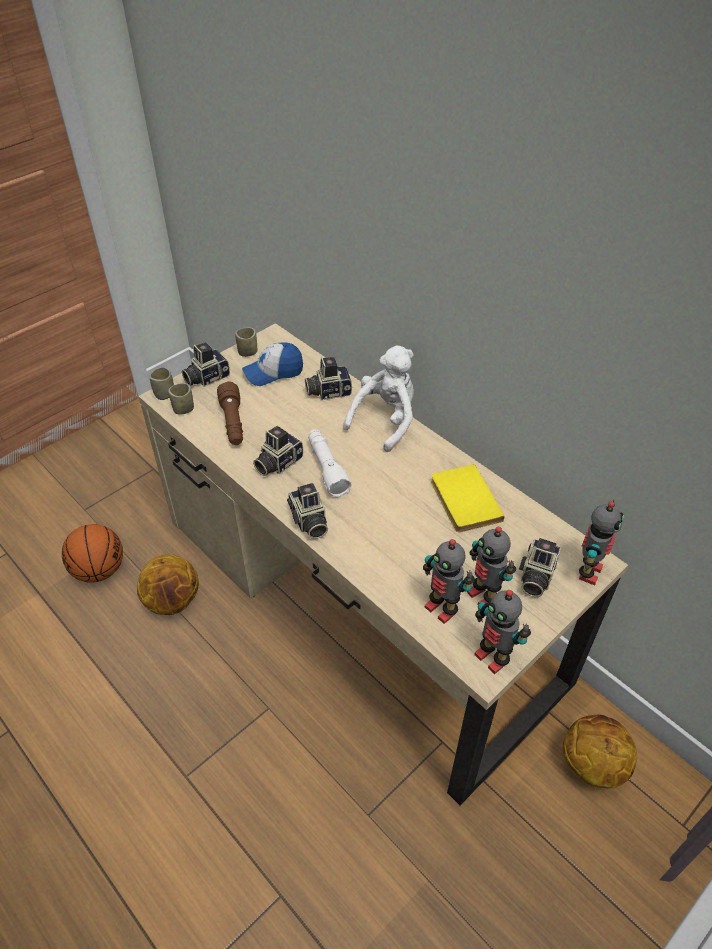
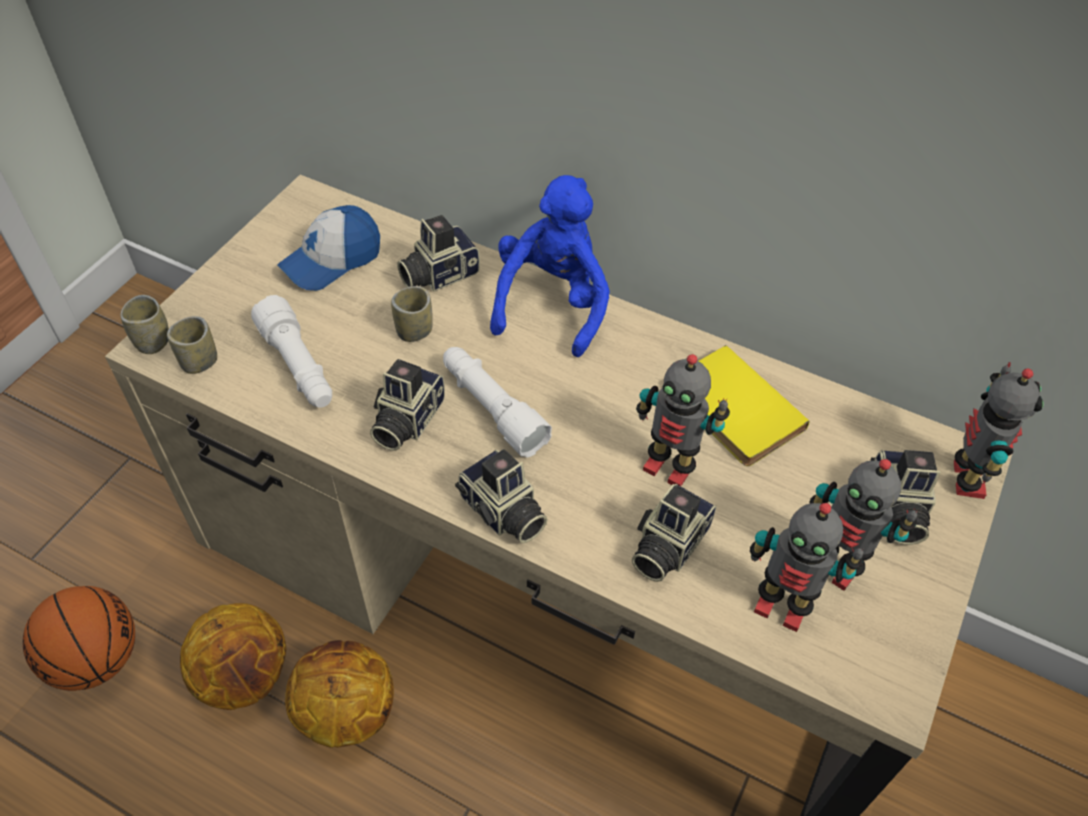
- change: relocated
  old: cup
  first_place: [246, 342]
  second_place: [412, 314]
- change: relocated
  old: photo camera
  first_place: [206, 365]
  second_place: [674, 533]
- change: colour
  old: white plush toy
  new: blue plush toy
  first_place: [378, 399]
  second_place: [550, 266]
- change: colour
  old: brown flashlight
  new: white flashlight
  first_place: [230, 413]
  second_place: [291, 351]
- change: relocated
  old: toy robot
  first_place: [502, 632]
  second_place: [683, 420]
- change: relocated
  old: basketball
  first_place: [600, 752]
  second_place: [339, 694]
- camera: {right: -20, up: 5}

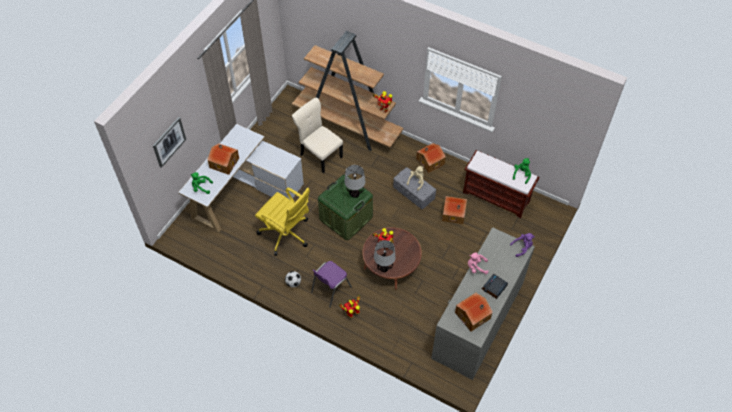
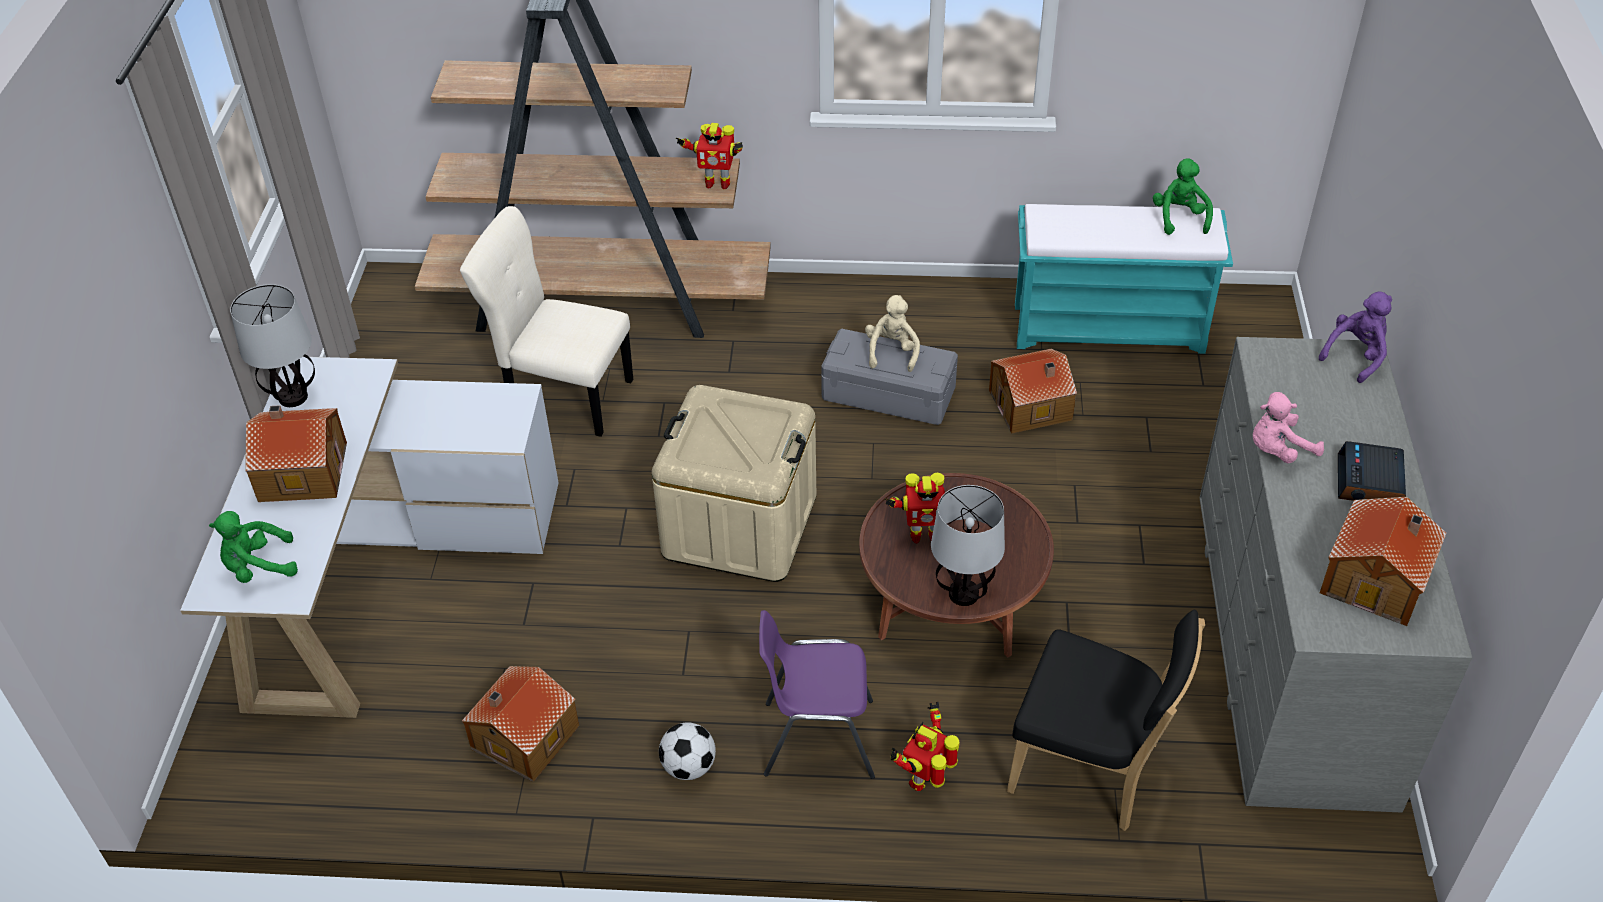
- change: missing
  old: picture
  first_place: [169, 142]
- change: relocated
  old: toy house
  first_place: [431, 158]
  second_place: [520, 724]
- change: colour
  old: brown bench
  new: turquoise bench
  first_place: [501, 184]
  second_place: [1124, 279]
- change: relocated
  old: table lamp
  first_place: [354, 181]
  second_place: [272, 345]
- change: colour
  old: green storage box
  new: beige storage box
  first_place: [345, 207]
  second_place: [734, 483]
- change: missing
  old: yellow office chair
  first_place: [282, 221]
- change: spun
  old: purple chair
  first_place: [331, 284]
  second_place: [817, 694]
  degrees: 75
- change: appeared
  new: black chair
  second_place: [1106, 720]
- camera: {right: -25, up: -10}

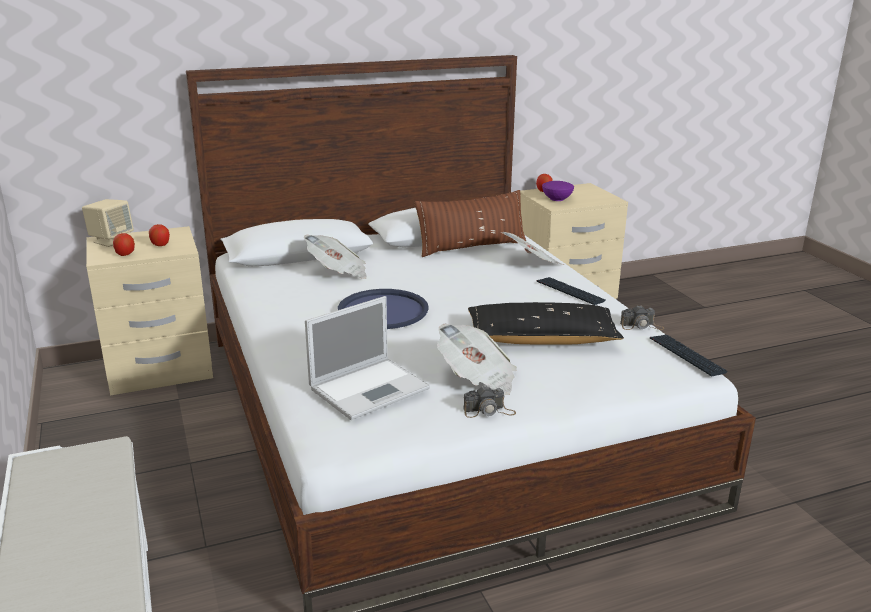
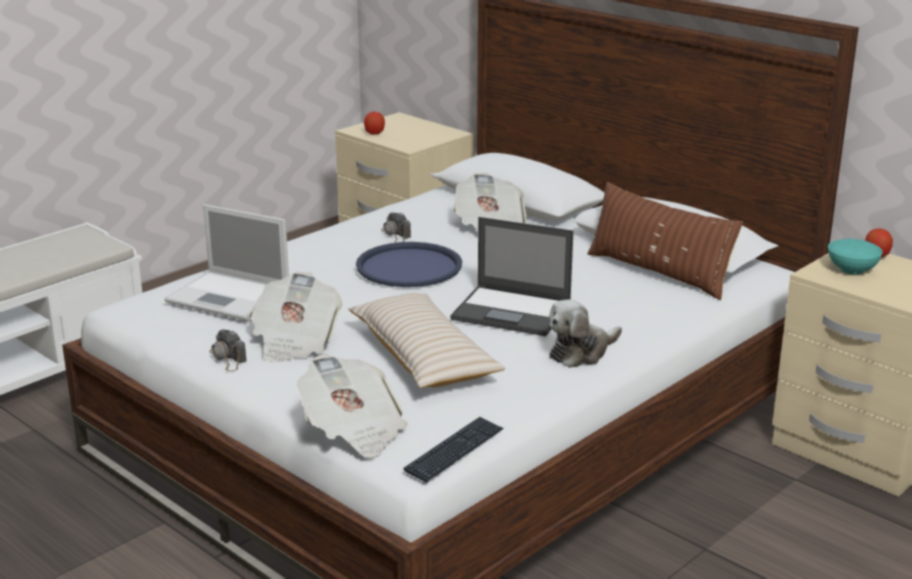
- change: colour
  old: purple bowl
  new: turquoise bowl
  first_place: [558, 191]
  second_place: [855, 257]
- change: missing
  old: beige speaker
  first_place: [108, 223]
- change: missing
  old: apple
  first_place: [159, 235]
- change: relocated
  old: newspaper
  first_place: [532, 248]
  second_place: [352, 406]
- change: exchanged
  old: keyboard
  new: plush toy
  first_place: [570, 291]
  second_place: [585, 334]
- change: colour
  old: black pillow
  new: beige pillow
  first_place: [546, 323]
  second_place: [426, 340]
- change: relocated
  old: photo camera
  first_place: [642, 318]
  second_place: [396, 227]
- change: appeared
  new: laptop
  second_place: [511, 276]
- camera: {right: 65, up: 0}

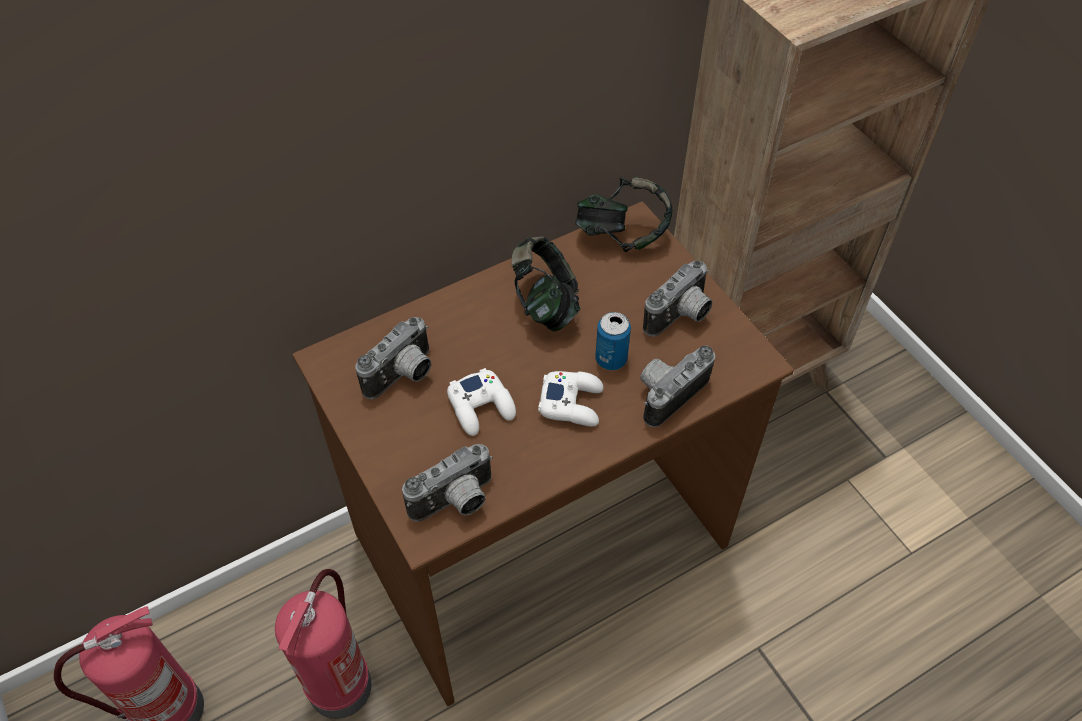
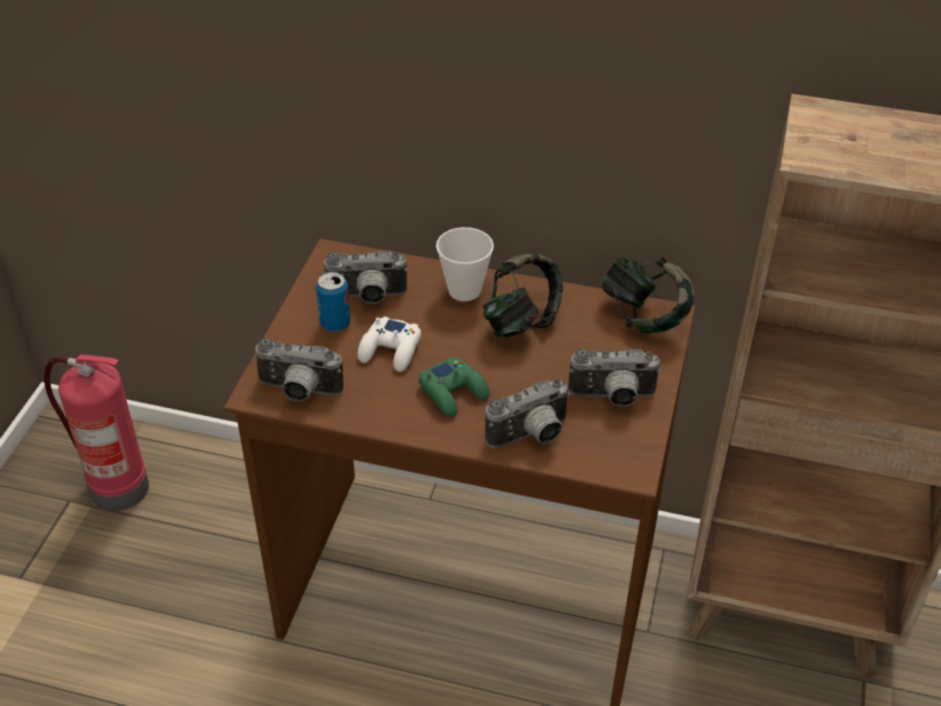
- change: relocated
  old: can
  first_place: [613, 341]
  second_place: [333, 302]
- change: spun
  old: photo camera
  first_place: [677, 386]
  second_place: [527, 413]
  degrees: 150
- change: colour
  old: white game controller
  new: green game controller
  first_place: [571, 398]
  second_place: [454, 386]
- change: missing
  old: fire extinguisher
  first_place: [323, 644]
- change: appeared
  new: cup
  second_place: [465, 264]
- camera: {right: 45, up: -10}

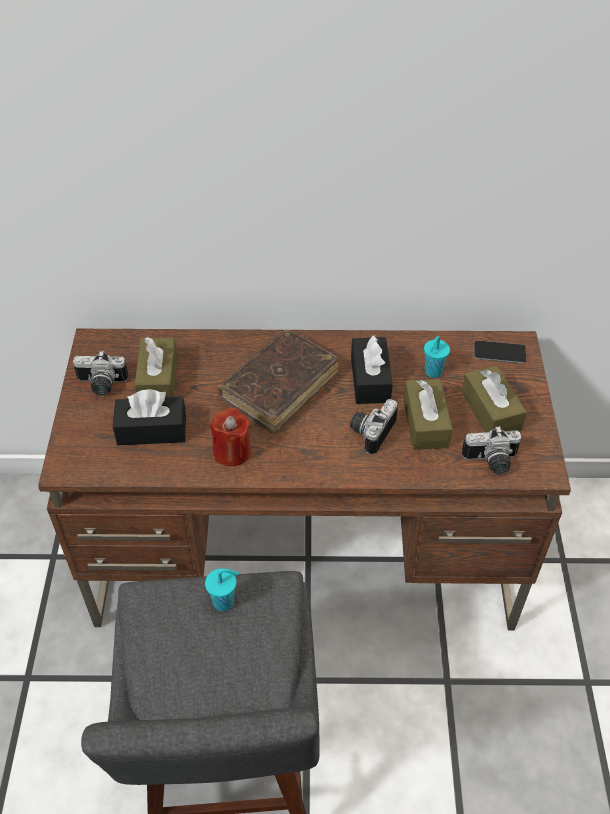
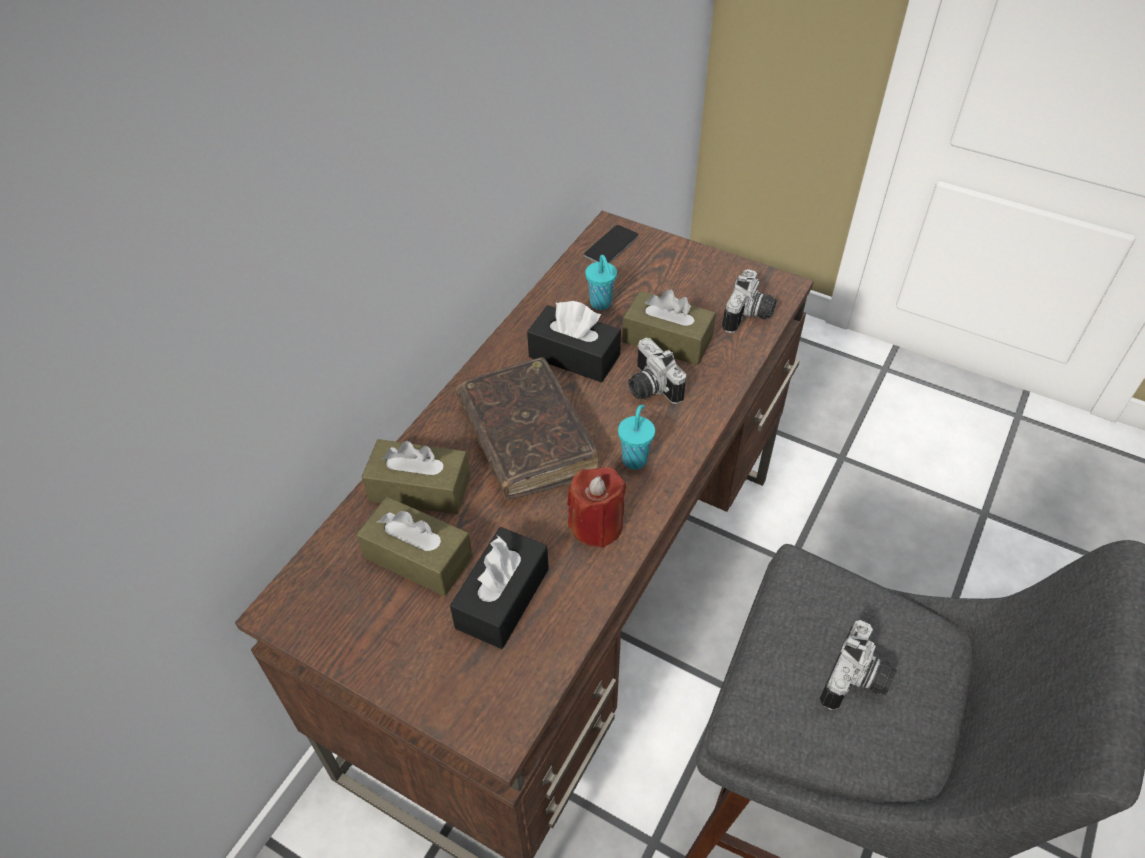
- change: relocated
  old: photo camera
  first_place: [101, 373]
  second_place: [858, 665]
- change: relocated
  old: brown tissue box
  first_place: [494, 398]
  second_place: [416, 476]
- change: relocated
  old: turquoise cup
  first_place: [222, 590]
  second_place: [636, 437]
- camera: {right: -60, up: 0}

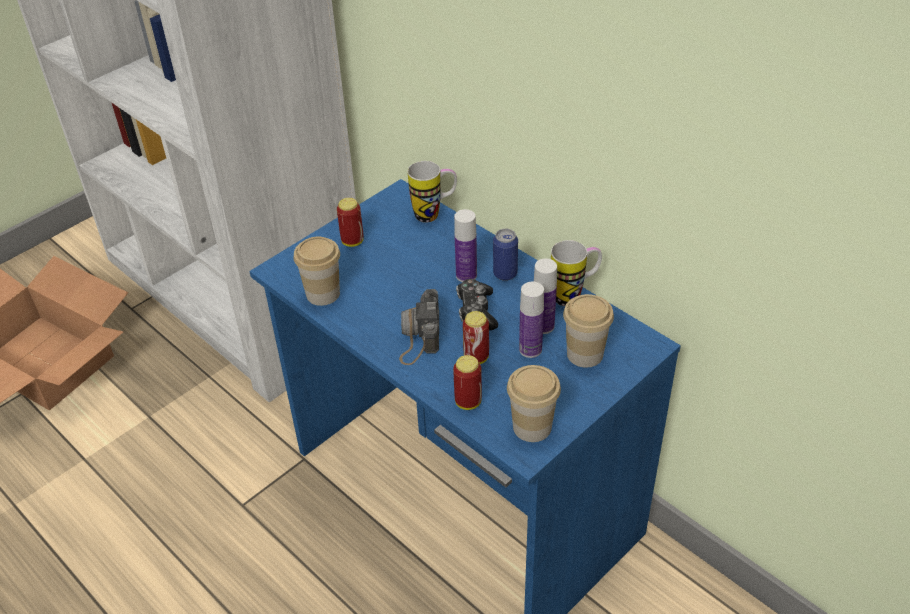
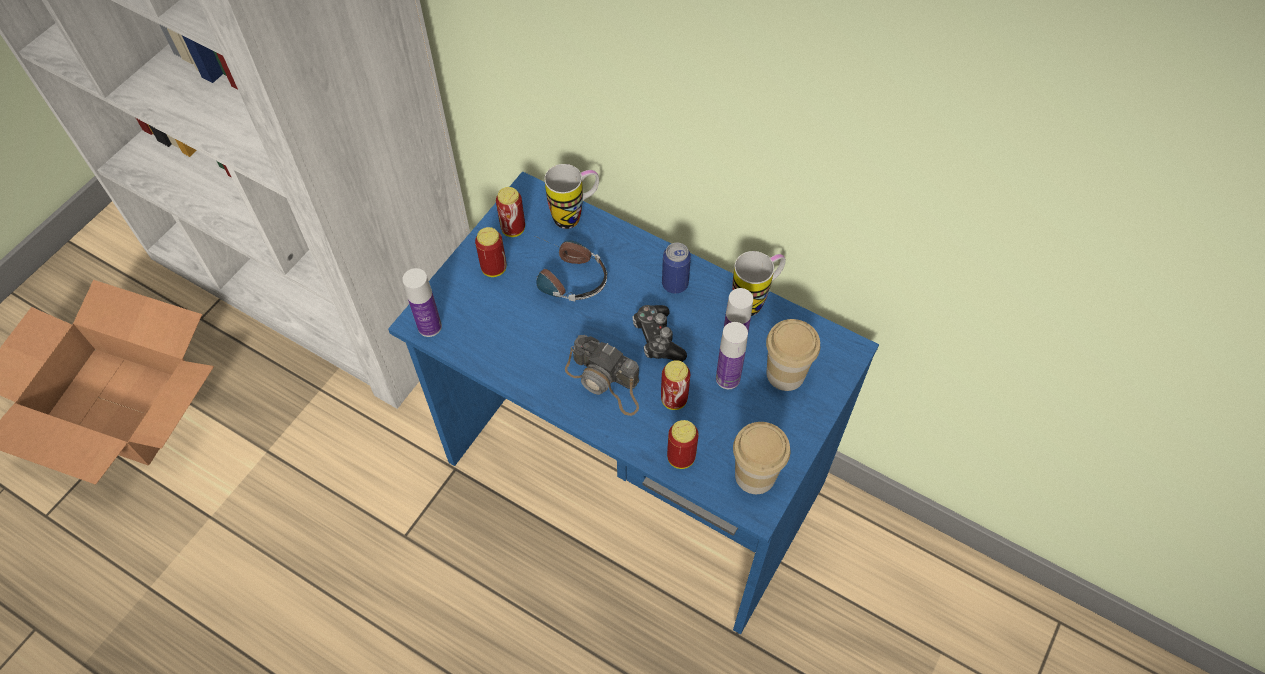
- change: relocated
  old: bottle
  first_place: [465, 245]
  second_place: [422, 302]
- change: missing
  old: cup
  first_place: [317, 271]
- change: spun
  old: photo camera
  first_place: [419, 327]
  second_place: [602, 375]
  degrees: -45
- change: appeared
  new: can
  second_place: [510, 212]
- change: appeared
  new: headphones
  second_place: [571, 268]
- camera: {right: -15, up: 15}

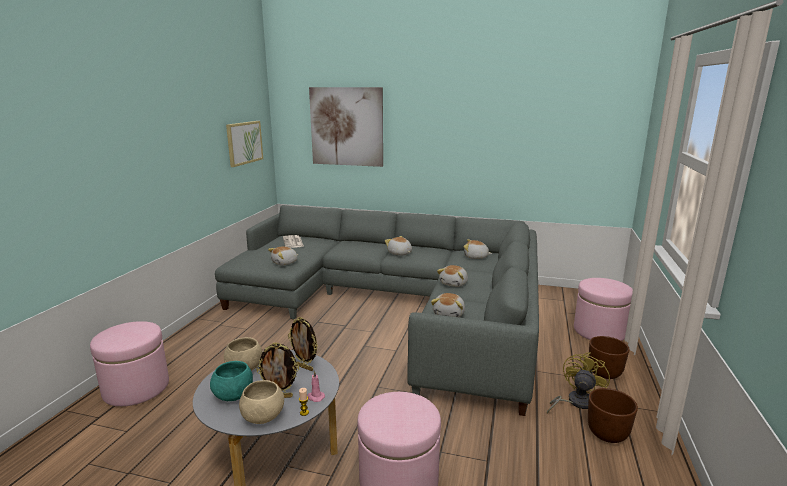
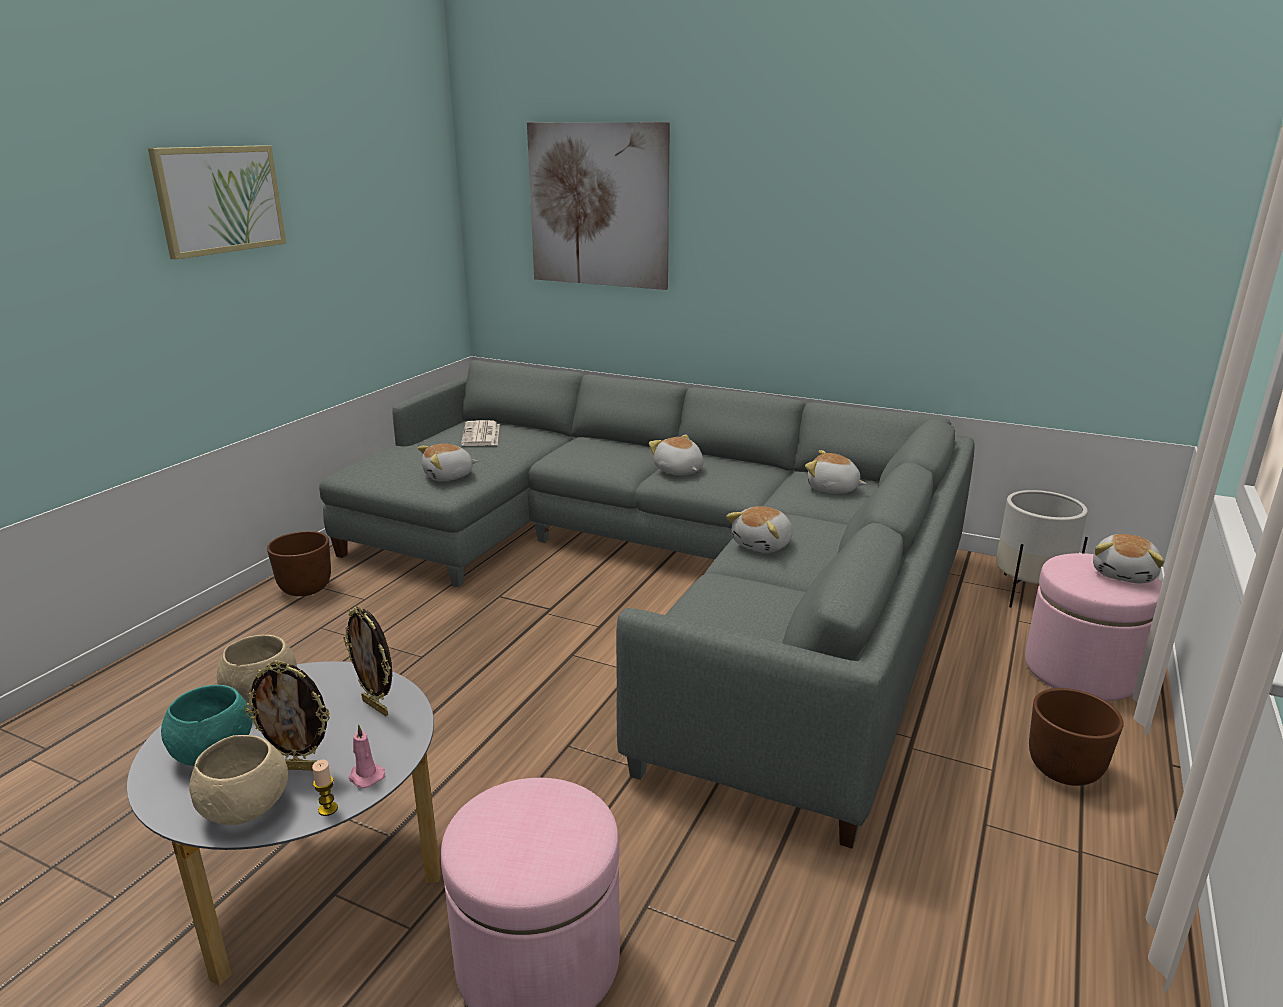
- change: relocated
  old: picture
  first_place: [244, 144]
  second_place: [217, 202]
- change: relocated
  old: plush toy
  first_place: [448, 305]
  second_place: [1128, 559]
- change: missing
  old: pink ottoman
  first_place: [129, 364]
- change: missing
  old: yellow fan
  first_place: [578, 383]
- change: relocated
  old: brown planter
  first_place: [613, 415]
  second_place: [299, 563]
- change: appeared
  new: white planter
  second_place: [1042, 549]
- camera: {right: 10, up: 5}

